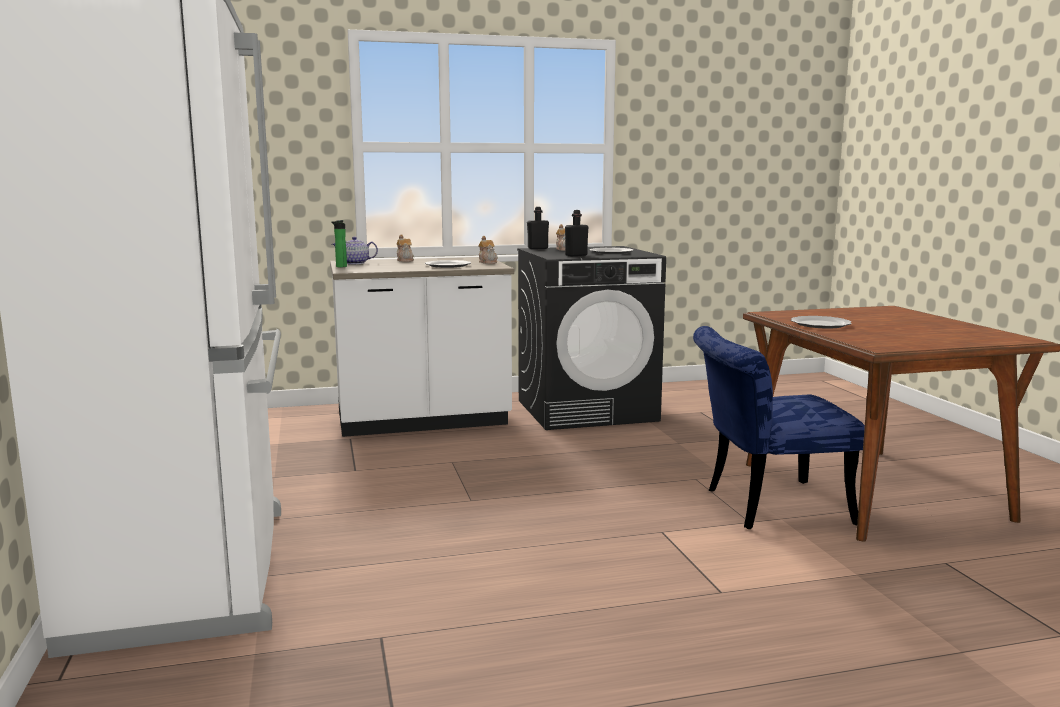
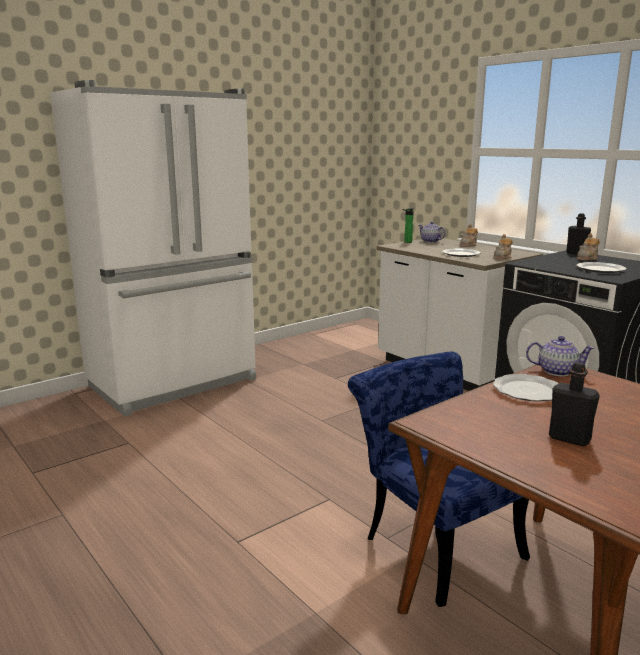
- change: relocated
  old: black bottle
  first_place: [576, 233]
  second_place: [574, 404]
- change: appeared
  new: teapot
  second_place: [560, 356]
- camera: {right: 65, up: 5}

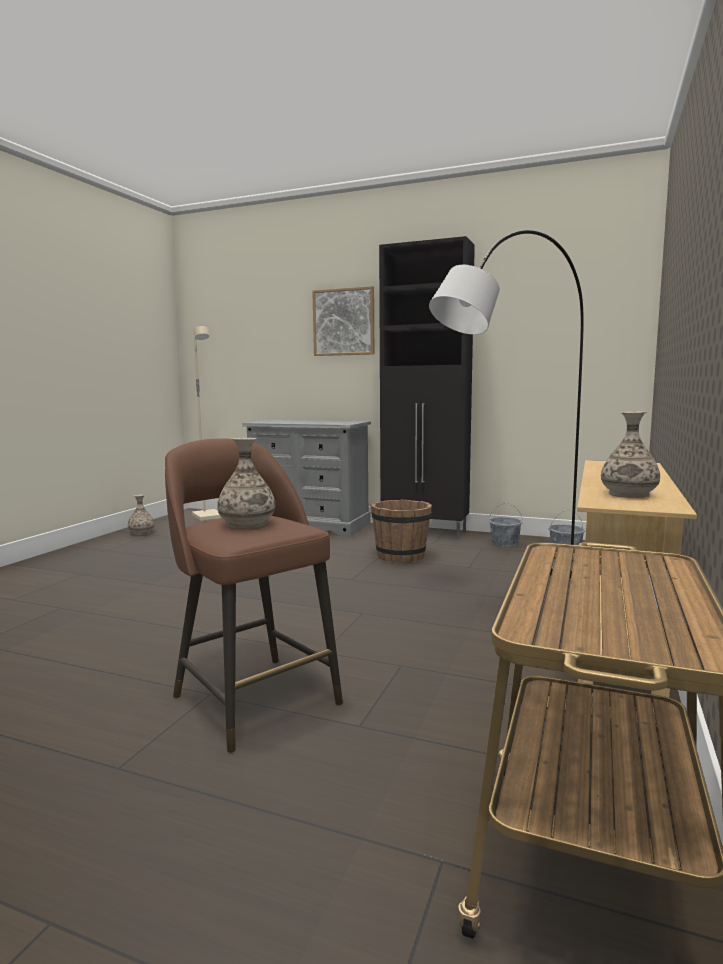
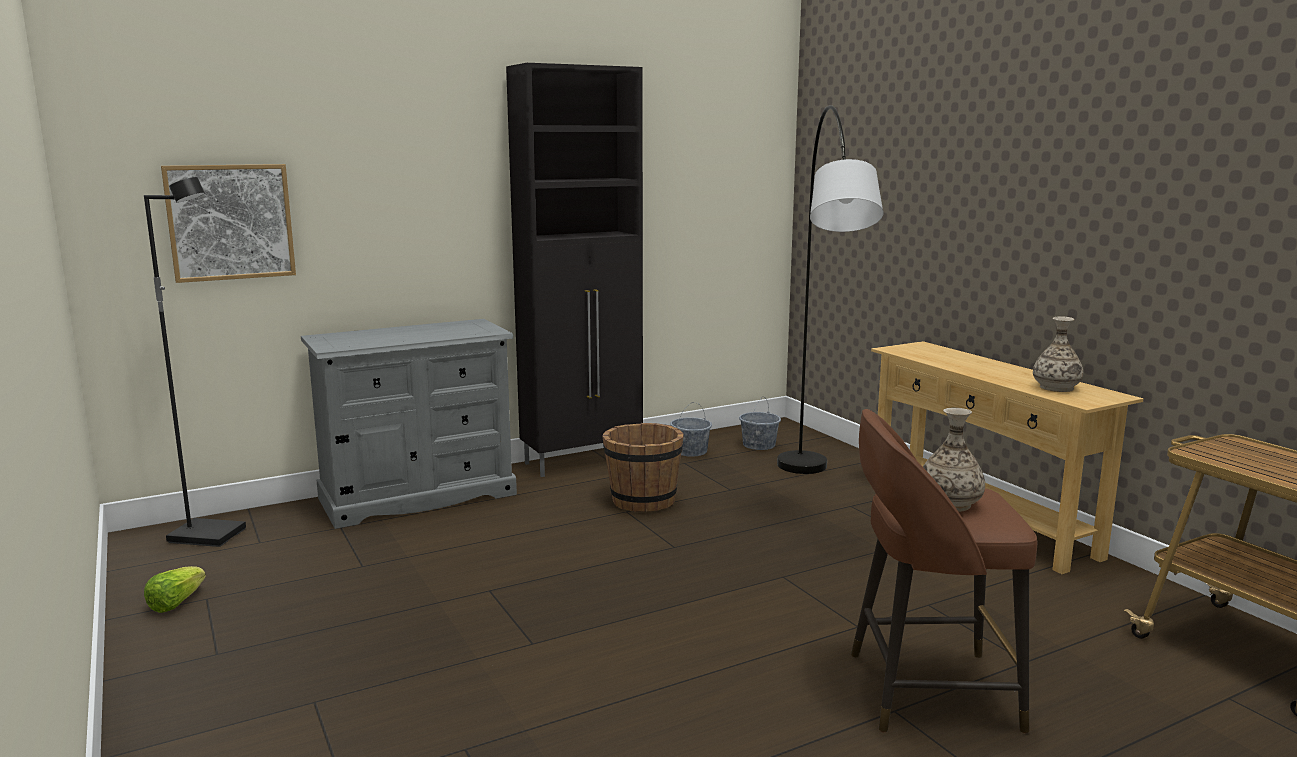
- change: relocated
  old: picture
  first_place: [343, 321]
  second_place: [228, 223]
- change: colour
  old: beige floor lamp
  new: black floor lamp
  first_place: [207, 423]
  second_place: [195, 362]
- change: exchanged
  old: vase
  new: lettuce
  first_place: [141, 515]
  second_place: [175, 589]
- camera: {right: -50, up: 5}

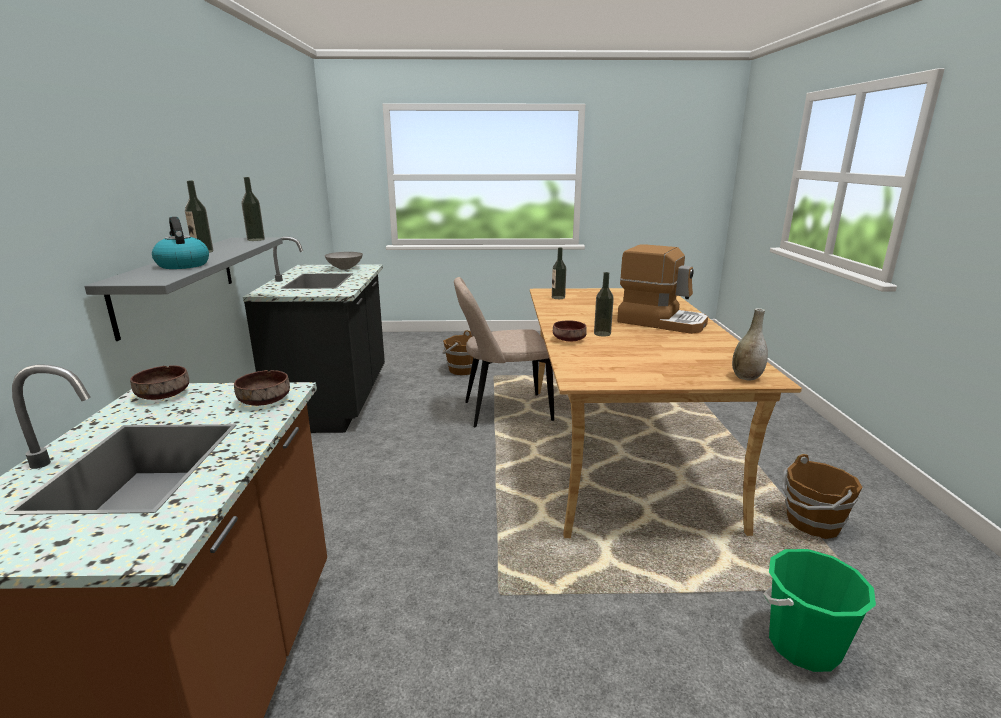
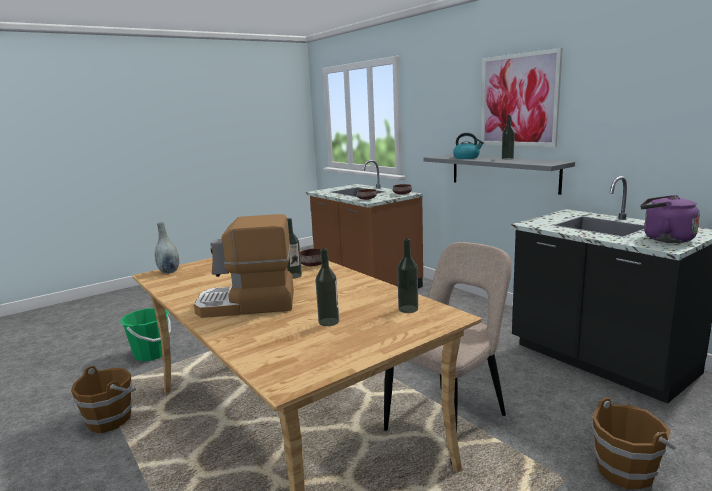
- change: relocated
  old: bottle
  first_place: [253, 209]
  second_place: [327, 287]
- change: exchanged
  old: grey bowl
  new: purple kettle
  first_place: [344, 261]
  second_place: [670, 219]
- change: appeared
  new: picture
  second_place: [521, 97]
- camera: {right: 145, up: -5}

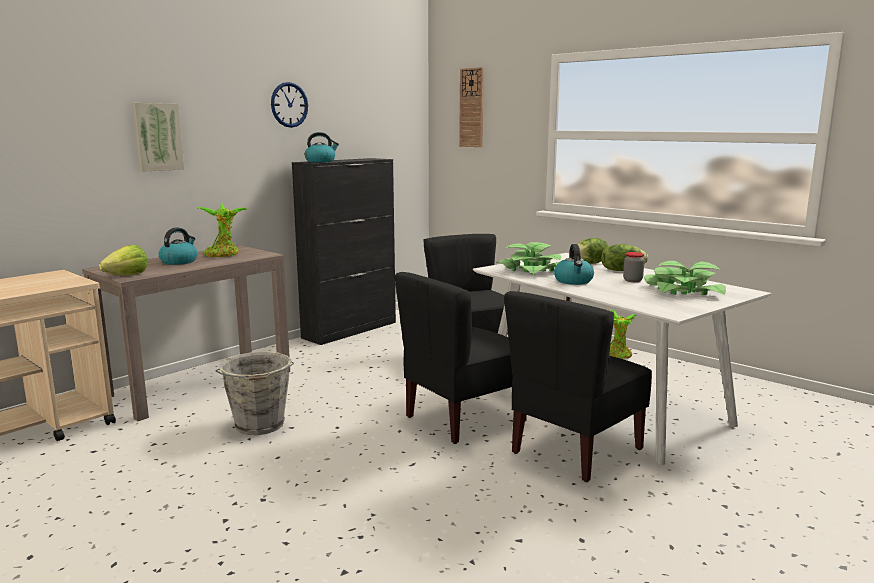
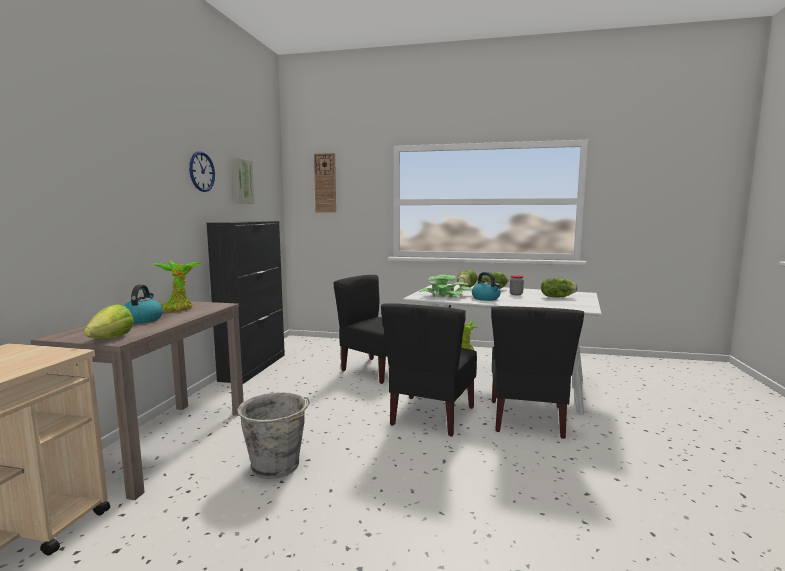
- change: relocated
  old: picture
  first_place: [158, 137]
  second_place: [244, 180]
- change: missing
  old: kettle
  first_place: [322, 147]
- change: exchanged
  old: potted plant
  new: lettuce
  first_place: [685, 278]
  second_place: [559, 287]
- camera: {right: -30, up: -5}

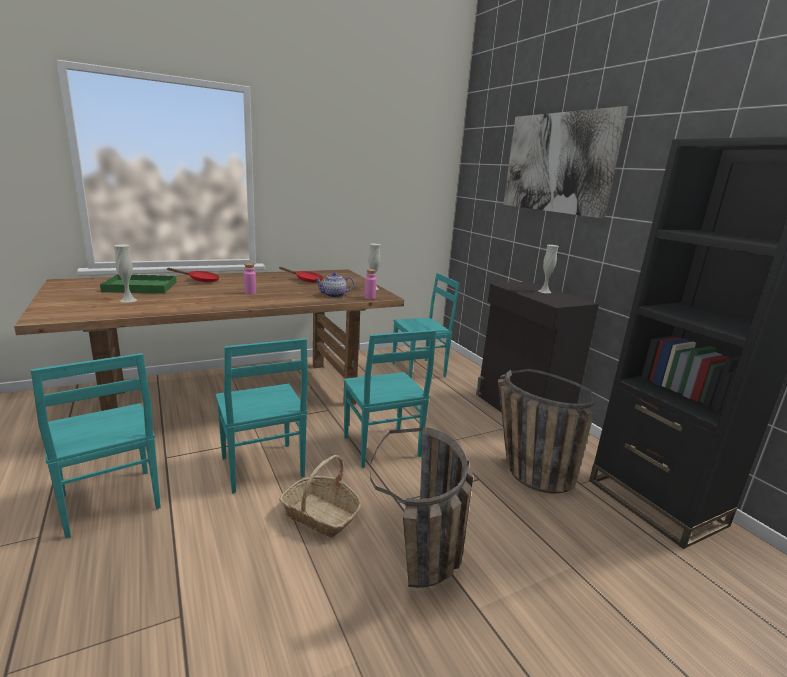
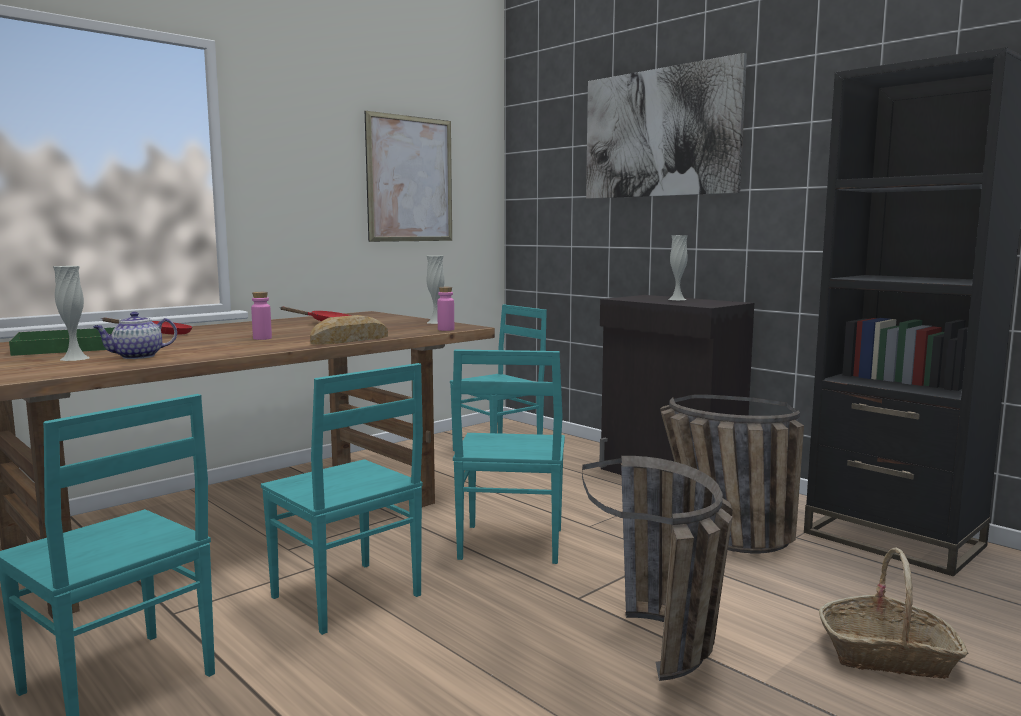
- change: relocated
  old: teapot
  first_place: [334, 285]
  second_place: [135, 335]
- change: spun
  old: turquoise chair
  first_place: [390, 399]
  second_place: [508, 456]
  degrees: 45
- change: relocated
  old: basket
  first_place: [320, 496]
  second_place: [893, 613]
- change: appeared
  new: picture
  second_place: [408, 176]
- change: appeared
  new: bread
  second_place: [349, 330]
- camera: {right: -15, up: -10}

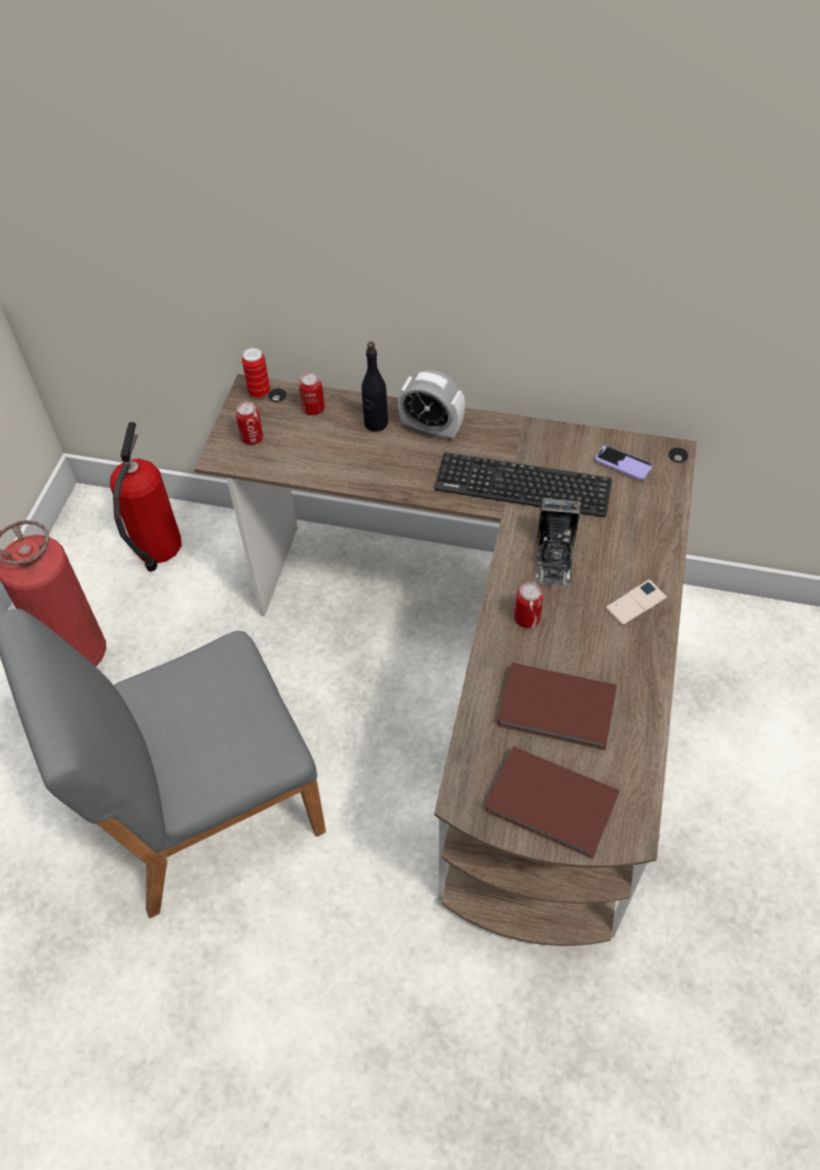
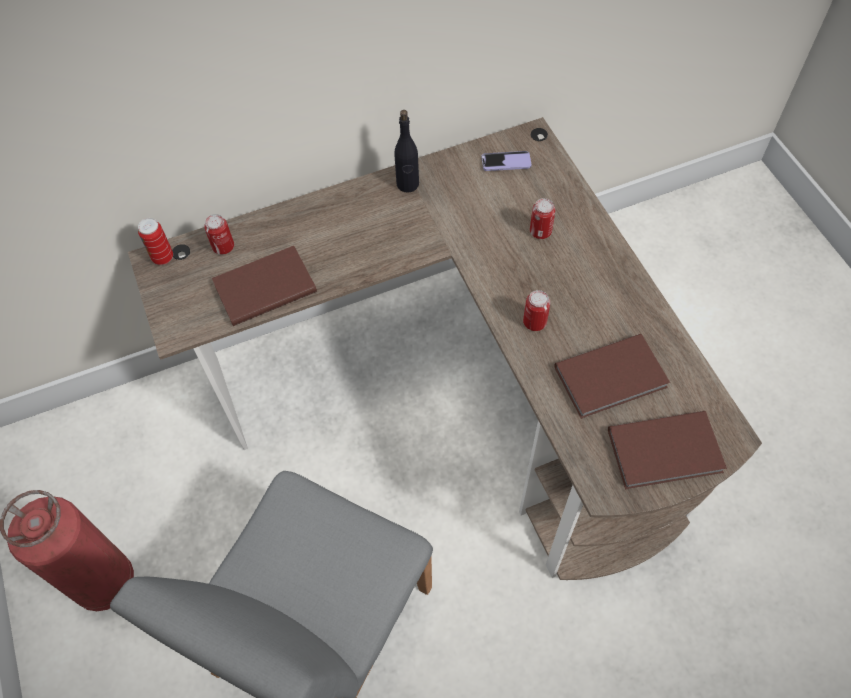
- change: relocated
  old: black bottle
  first_place: [374, 387]
  second_place: [406, 151]
- change: missing
  old: alarm clock
  first_place: [431, 405]
- change: relocated
  old: can
  first_place: [249, 423]
  second_place: [542, 218]
- change: missing
  old: fire extinguisher
  first_place: [146, 497]
- change: missing
  old: keyboard
  first_place: [523, 484]
- change: missing
  old: photo camera
  first_place: [557, 542]
- change: missing
  old: phone
  first_place: [636, 602]
- change: appeared
  new: brown book
  second_place: [264, 286]
- camera: {right: -35, up: 5}

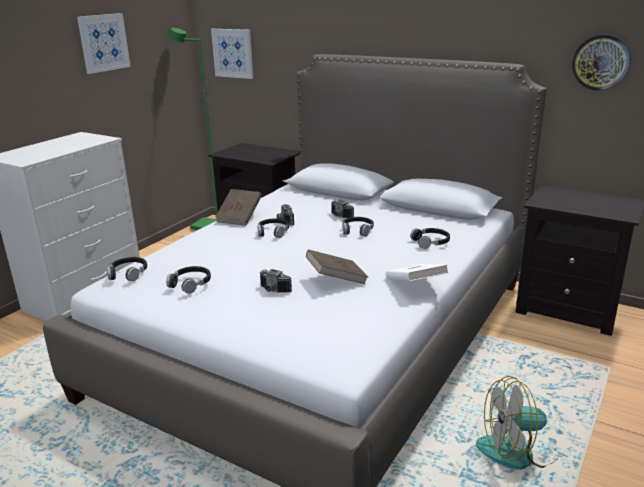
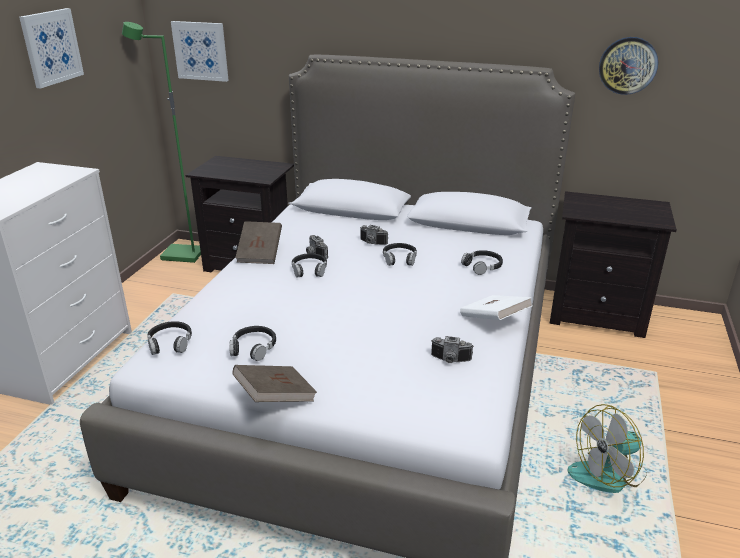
- change: relocated
  old: brown book
  first_place: [337, 267]
  second_place: [274, 383]
- change: relocated
  old: photo camera
  first_place: [276, 281]
  second_place: [452, 349]
- camera: {right: -15, up: 5}

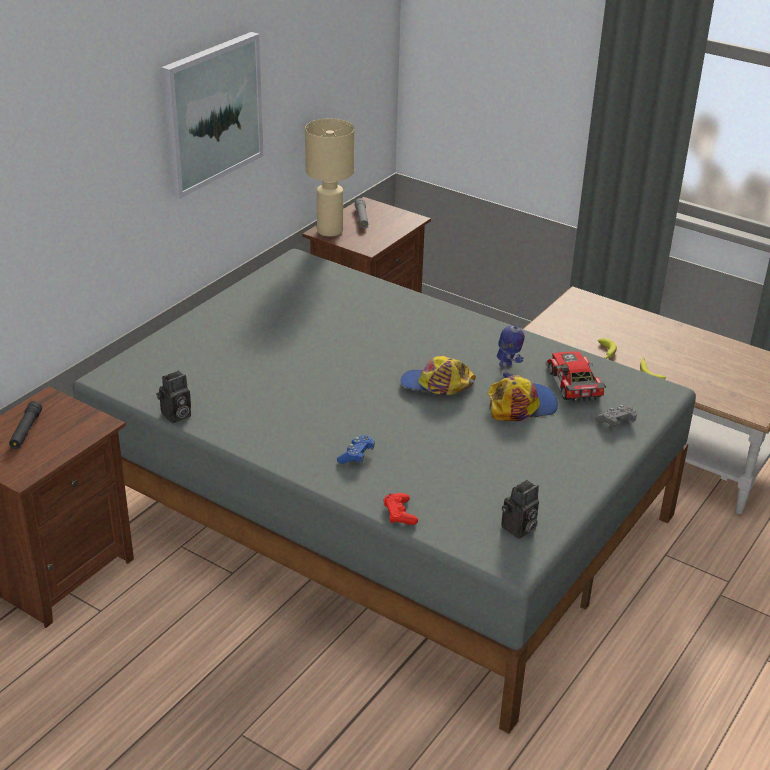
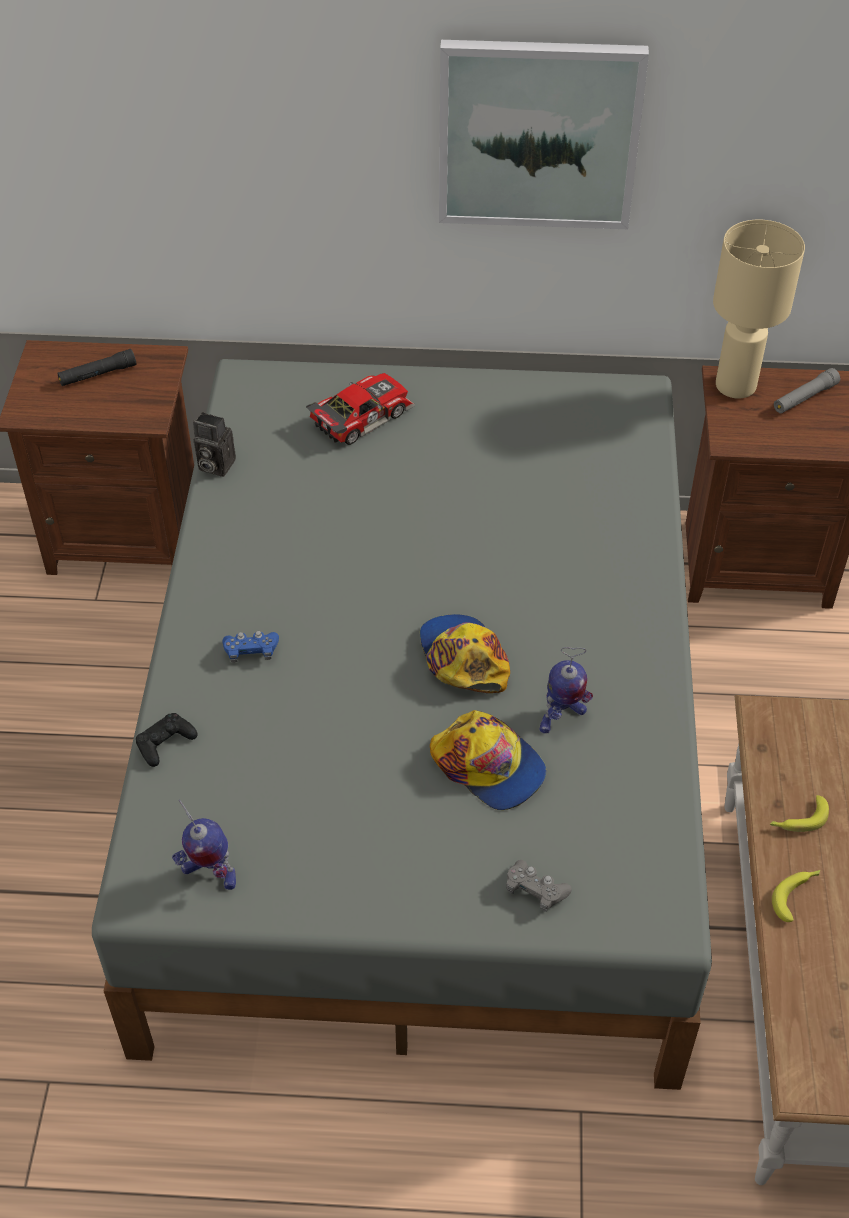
- change: relocated
  old: toy car
  first_place: [576, 377]
  second_place: [360, 409]
- change: exchanged
  old: photo camera
  new: toy robot
  first_place: [520, 509]
  second_place: [204, 845]
- change: colour
  old: red game controller
  new: black game controller
  first_place: [401, 509]
  second_place: [167, 740]
- camera: {right: 60, up: 15}

